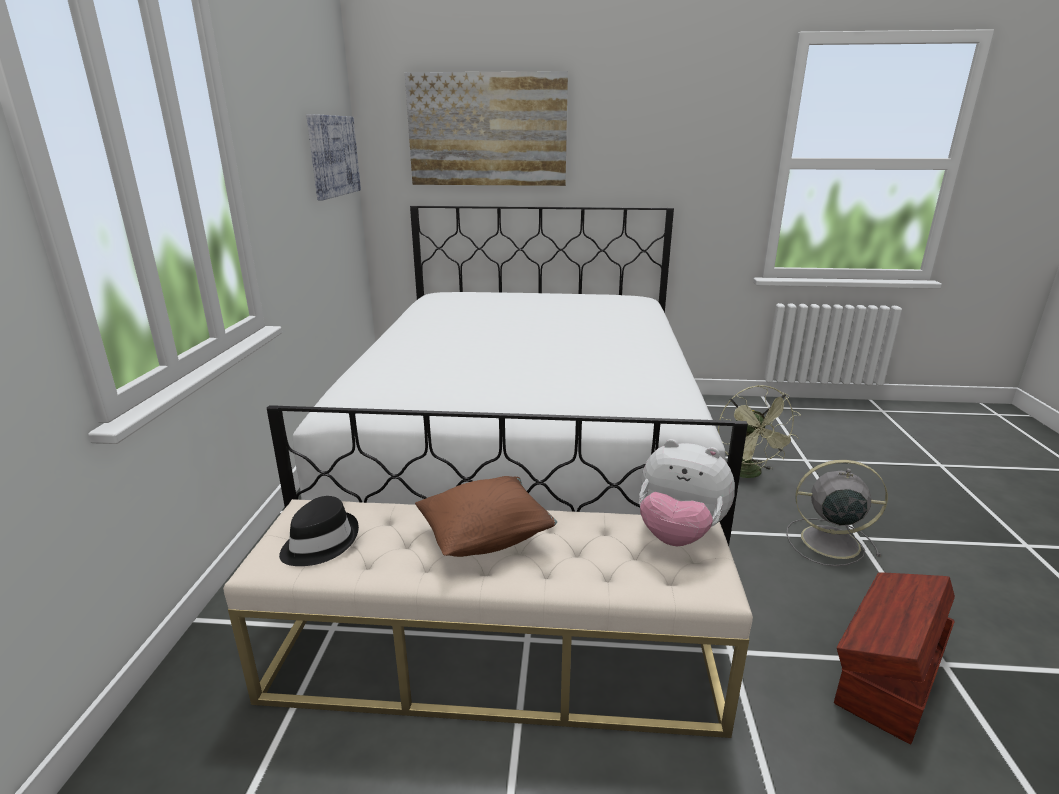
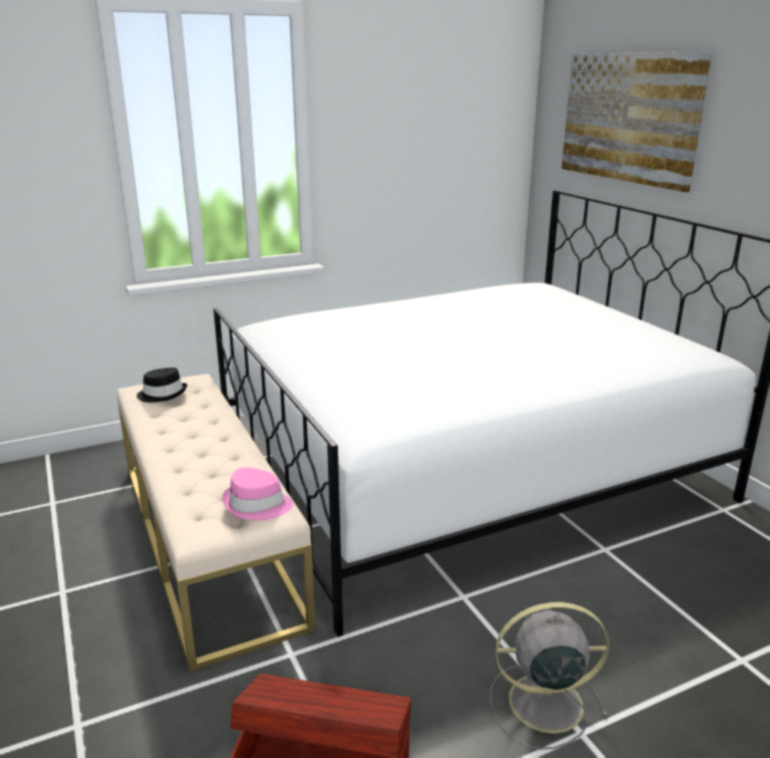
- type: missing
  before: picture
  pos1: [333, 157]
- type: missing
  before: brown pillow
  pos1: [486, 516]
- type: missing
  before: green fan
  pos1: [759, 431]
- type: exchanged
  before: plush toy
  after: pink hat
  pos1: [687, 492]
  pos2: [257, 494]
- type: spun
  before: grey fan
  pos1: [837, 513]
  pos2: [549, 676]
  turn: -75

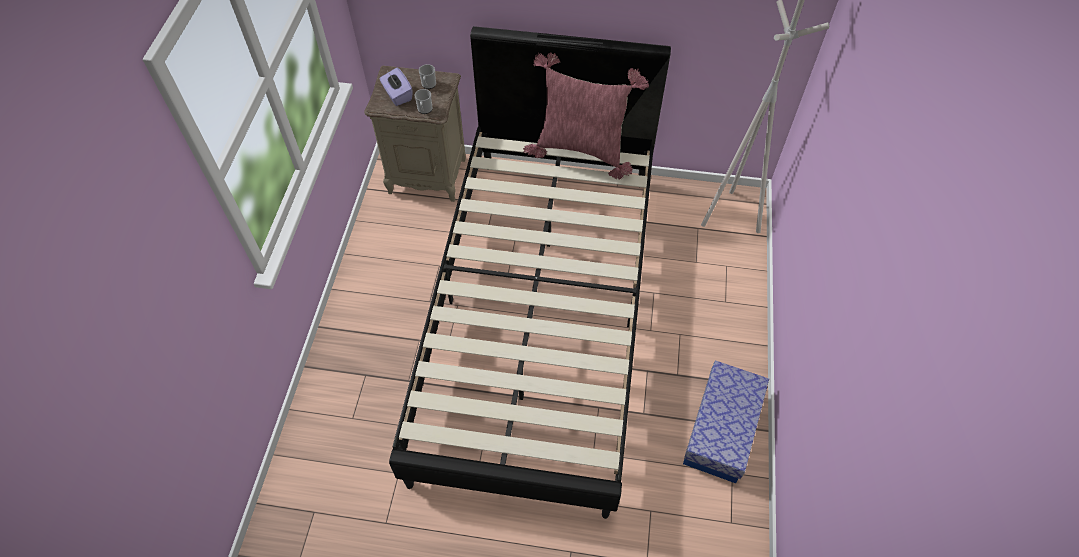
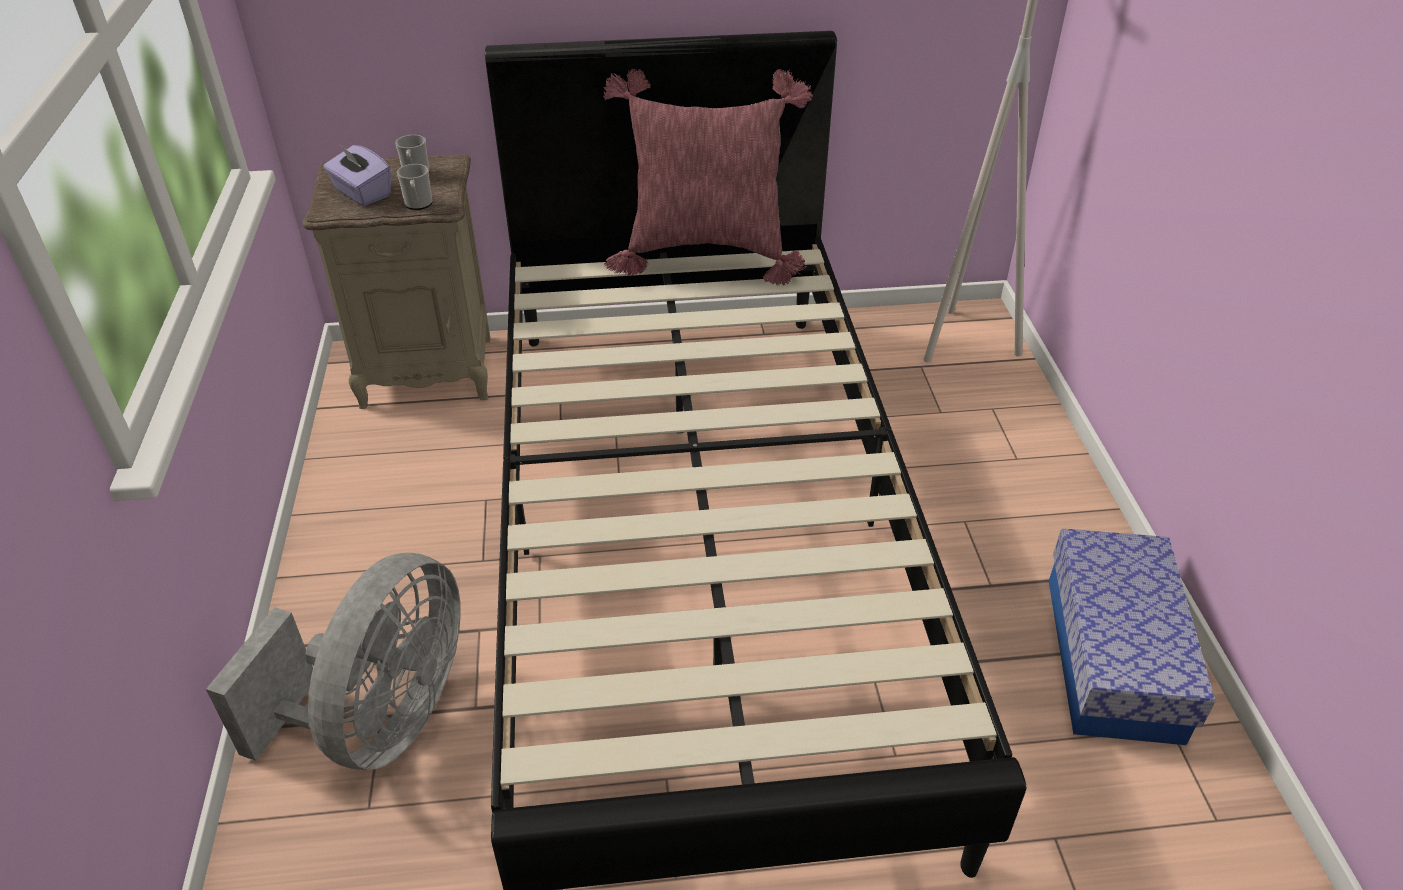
- type: appeared
  after: grey fan
  pos2: [333, 661]

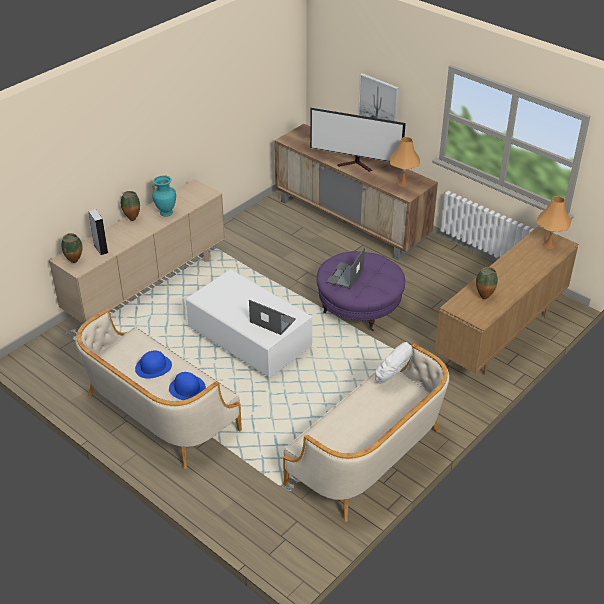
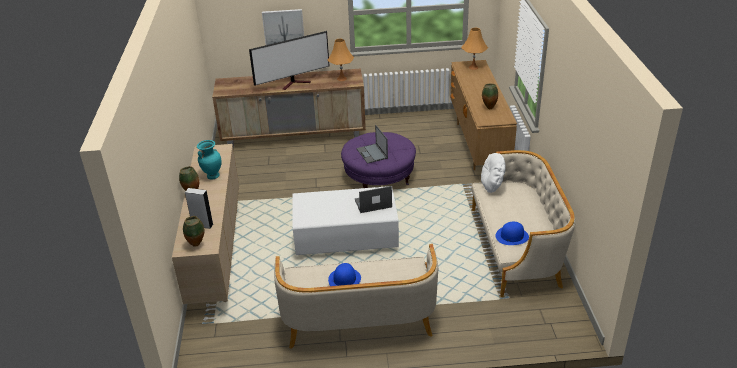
- type: relocated
  before: blue hat
  pos1: [187, 386]
  pos2: [512, 233]

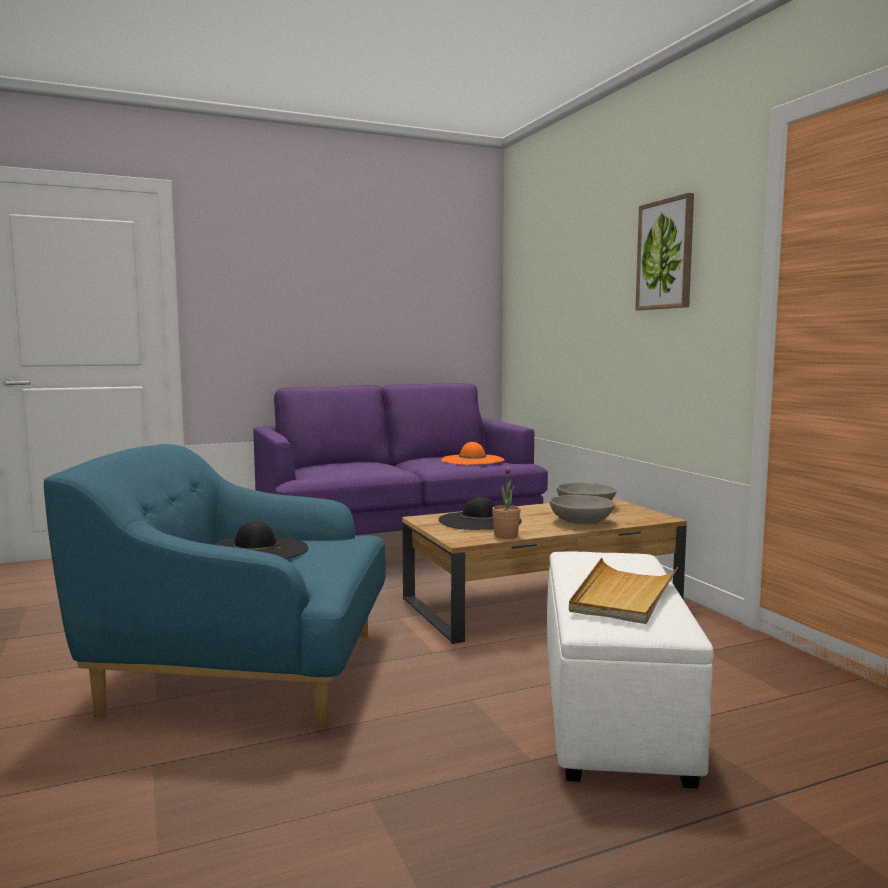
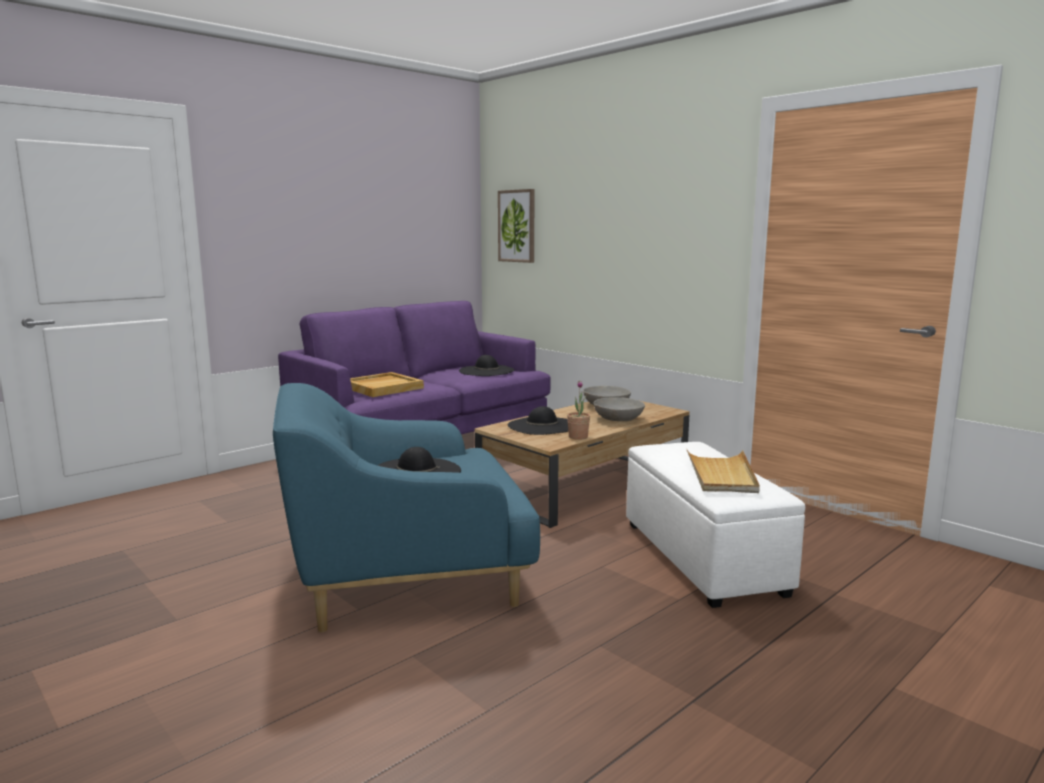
- type: appeared
  after: beige tray
  pos2: [387, 384]
- type: relocated
  before: picture
  pos1: [664, 251]
  pos2: [516, 226]
- type: colour
  before: orange hat
  after: black hat
  pos1: [473, 453]
  pos2: [487, 365]

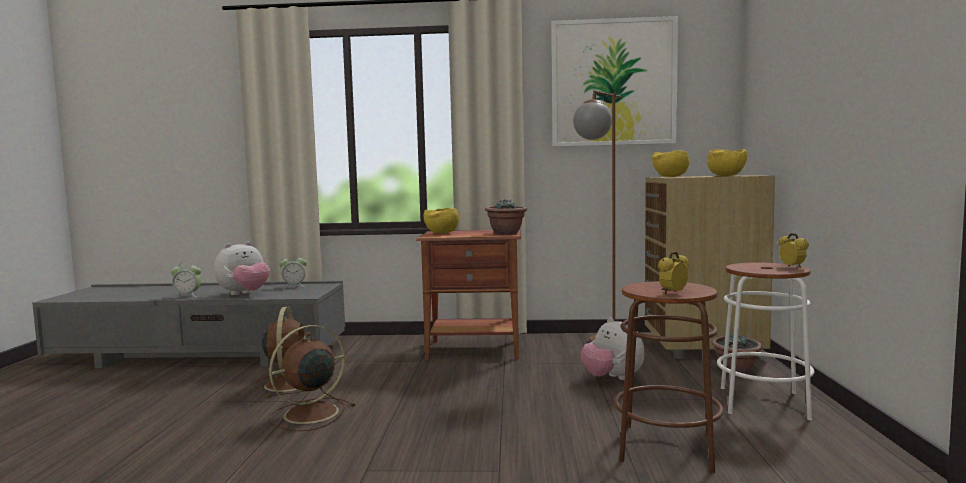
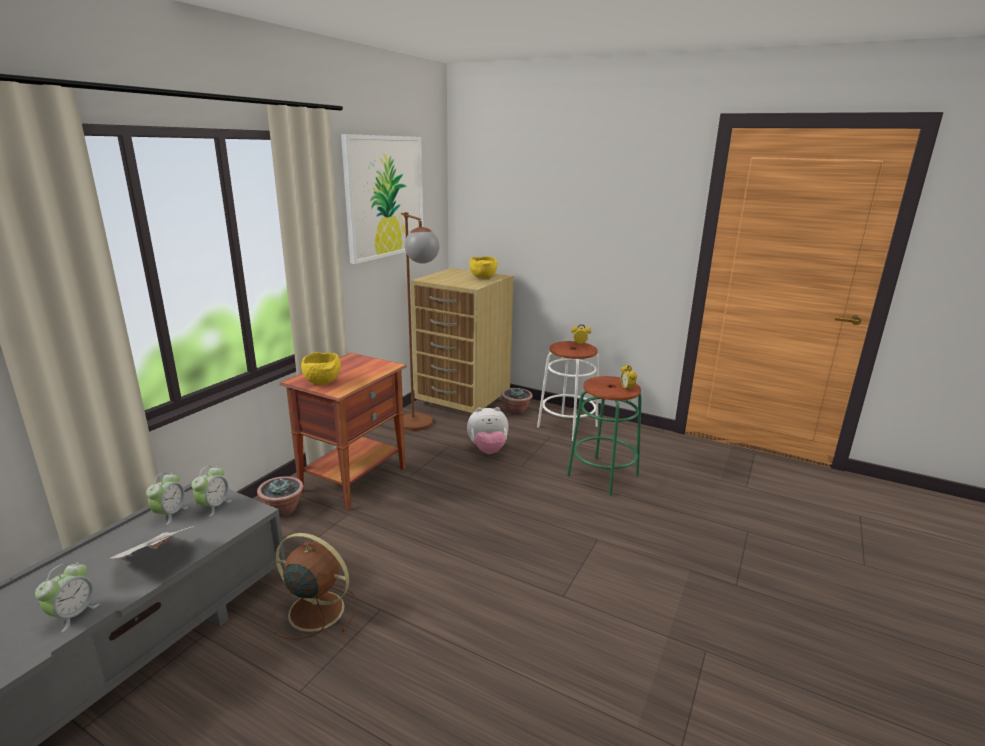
- type: missing
  before: brown fan
  pos1: [312, 378]
- type: missing
  before: yellow bowl
  pos1: [670, 163]
- type: appeared
  after: alarm clock
  pos2: [212, 491]
- type: relocated
  before: potted plant
  pos1: [506, 217]
  pos2: [280, 496]
- type: exchanged
  before: plush toy
  after: newspaper
  pos1: [242, 268]
  pos2: [152, 542]
- type: colour
  before: brown stool
  after: green stool
  pos1: [669, 377]
  pos2: [604, 436]

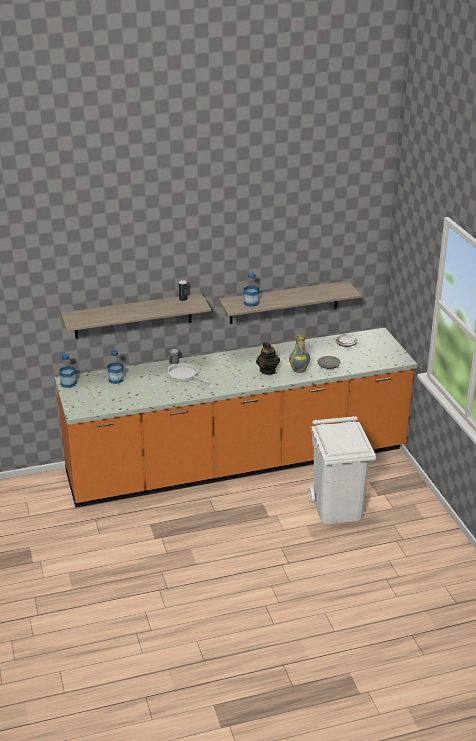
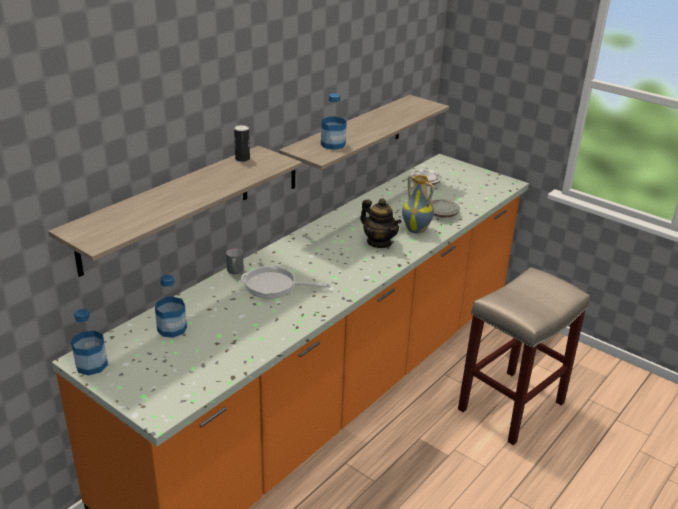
- type: exchanged
  before: white trash can
  after: beige stool
  pos1: [342, 470]
  pos2: [524, 356]

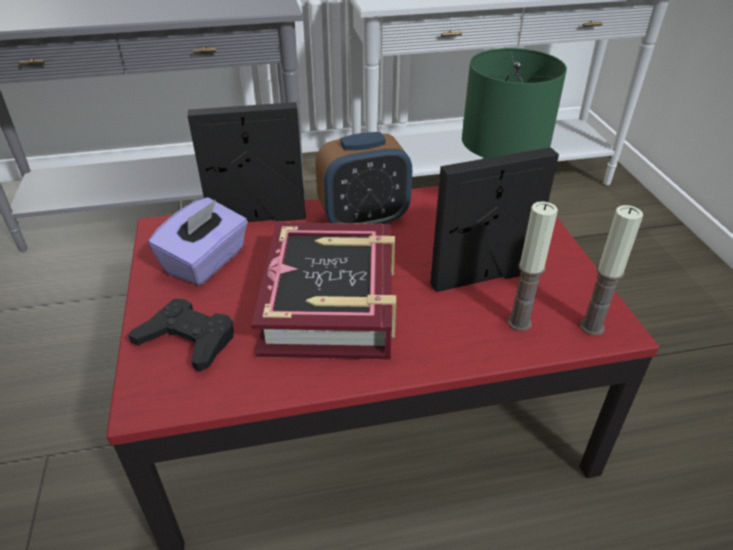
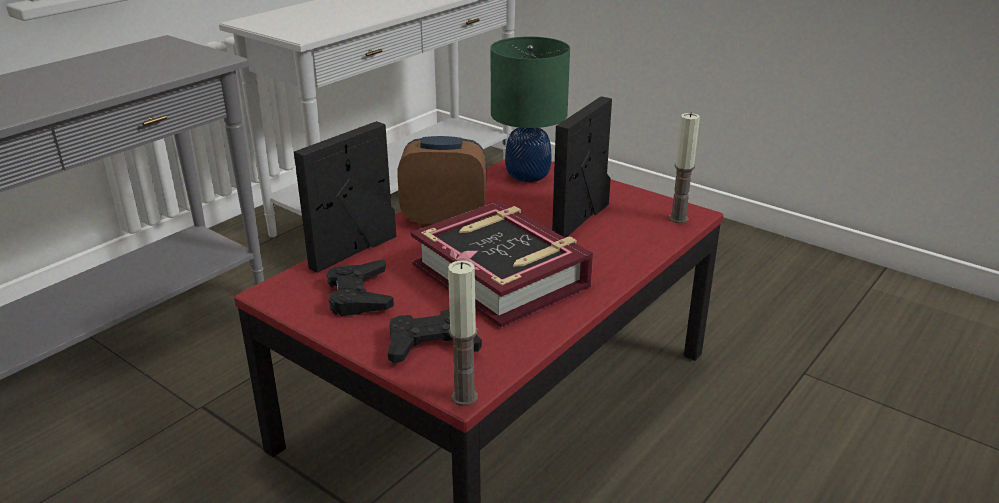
- type: relocated
  before: candle
  pos1: [532, 266]
  pos2: [463, 333]
- type: exchanged
  before: purple tissue box
  after: black game controller
  pos1: [198, 241]
  pos2: [360, 287]
- type: spun
  before: alarm clock
  pos1: [363, 178]
  pos2: [441, 181]
  turn: -120

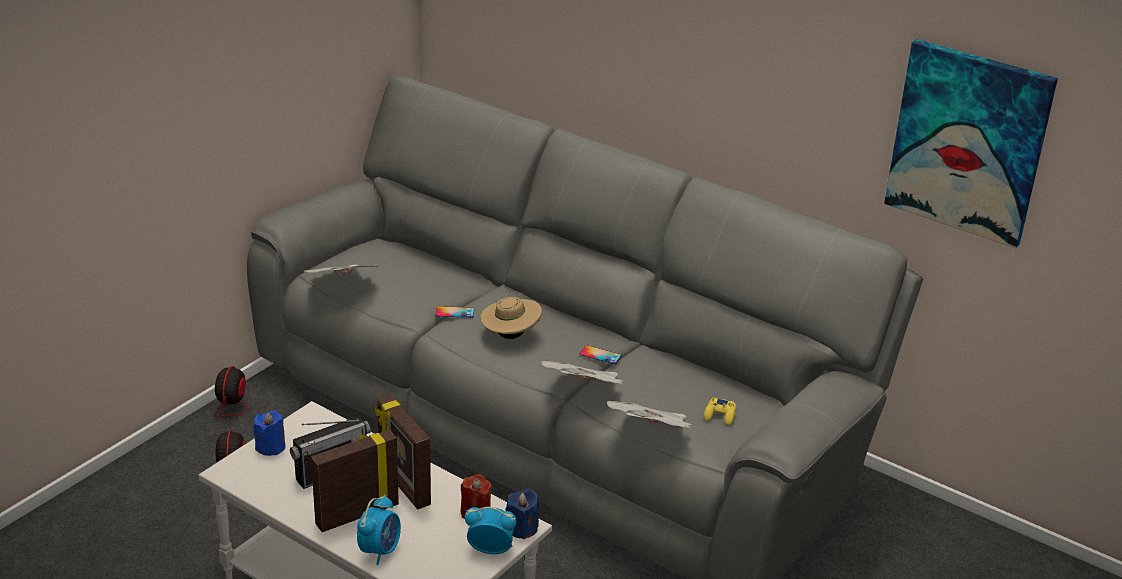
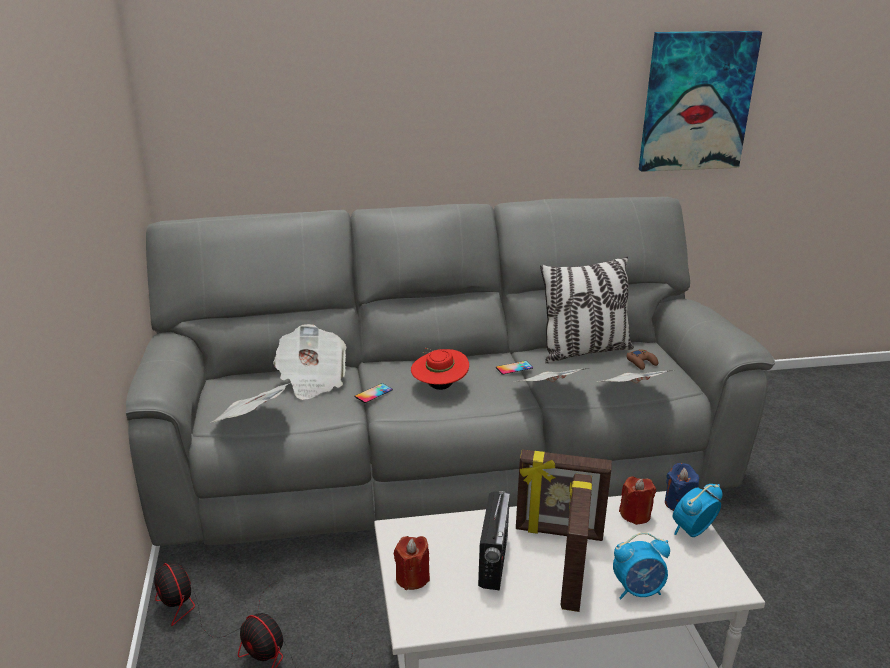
- type: appeared
  after: newspaper
  pos2: [310, 362]
- type: appeared
  after: pillow
  pos2: [587, 309]
- type: colour
  before: blue candle
  after: red candle
  pos1: [269, 433]
  pos2: [412, 563]
- type: colour
  before: beige hat
  after: red hat
  pos1: [511, 315]
  pos2: [440, 369]
- type: colour
  before: yellow game controller
  after: brown game controller
  pos1: [720, 411]
  pos2: [642, 359]
- type: spun
  before: alarm clock
  pos1: [379, 530]
  pos2: [641, 565]
  turn: 105

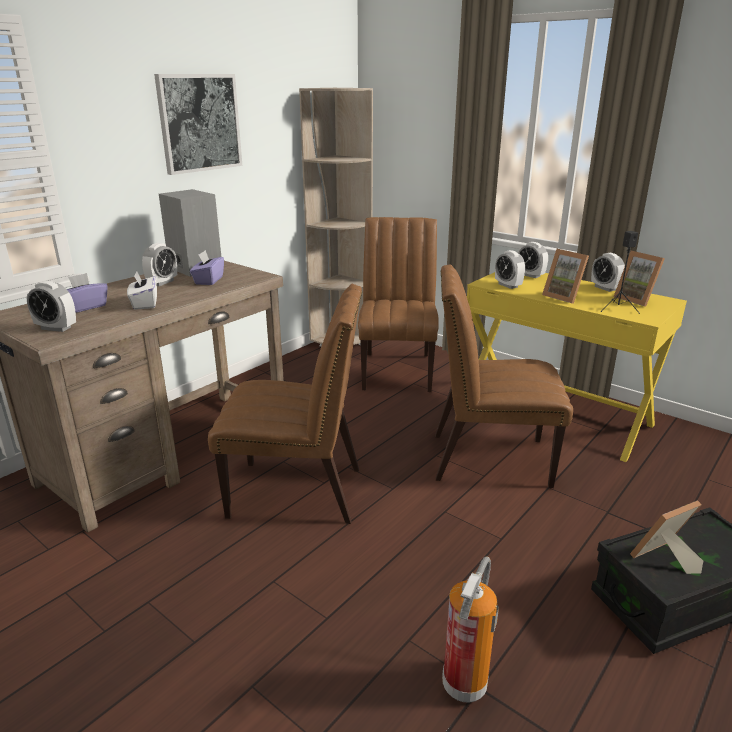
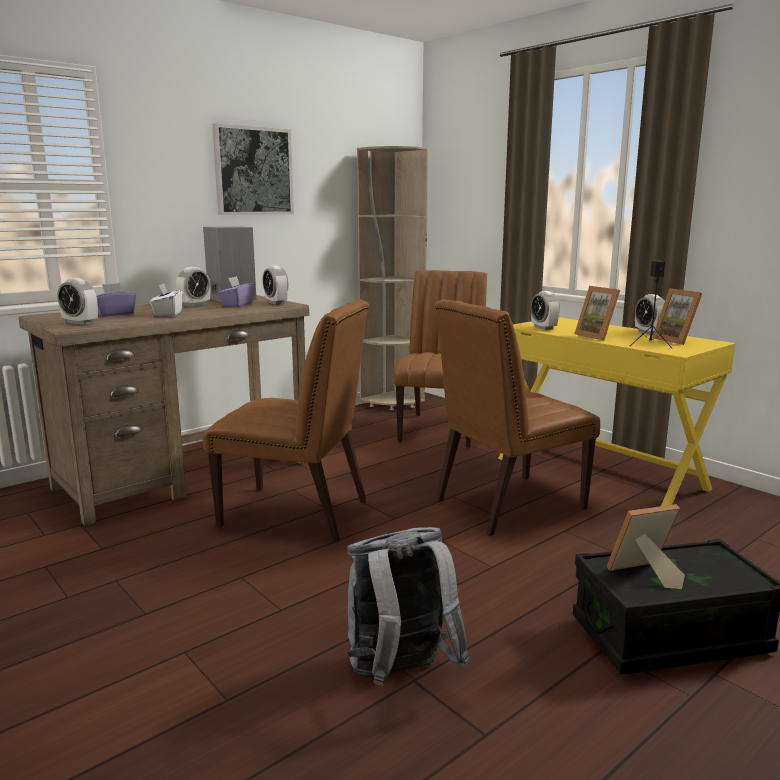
- type: relocated
  before: alarm clock
  pos1: [533, 260]
  pos2: [275, 285]
- type: exchanged
  before: fire extinguisher
  after: grey backpack
  pos1: [470, 629]
  pos2: [408, 606]
- type: spun
  before: brown chair
  pos1: [504, 376]
  pos2: [517, 417]
  turn: -45

